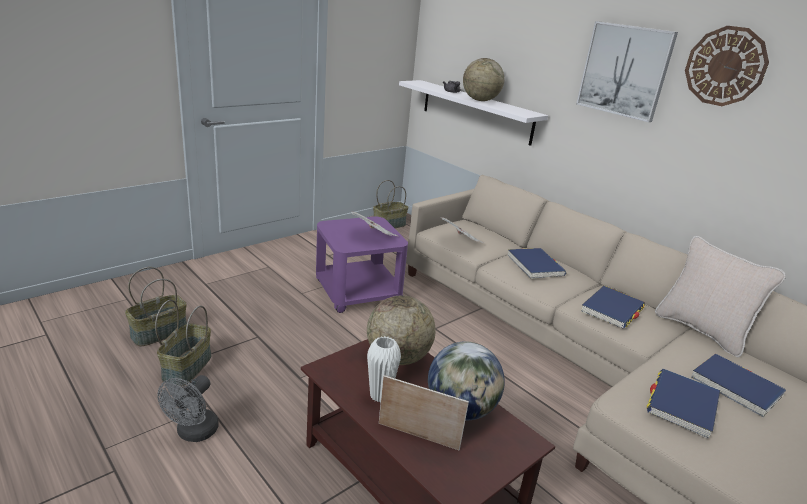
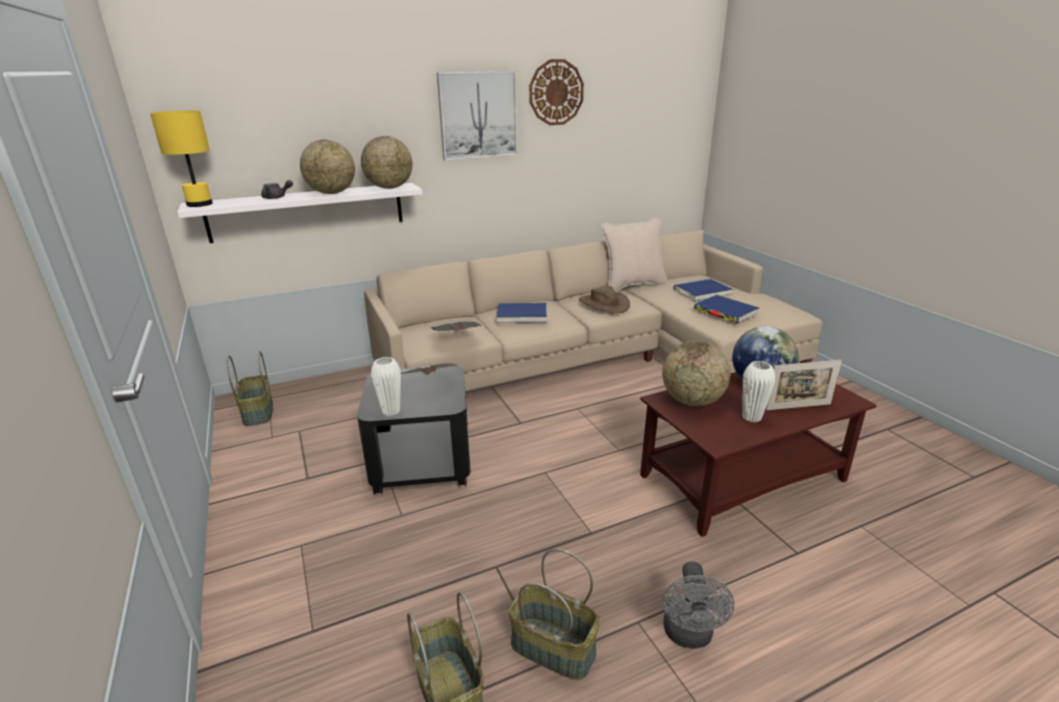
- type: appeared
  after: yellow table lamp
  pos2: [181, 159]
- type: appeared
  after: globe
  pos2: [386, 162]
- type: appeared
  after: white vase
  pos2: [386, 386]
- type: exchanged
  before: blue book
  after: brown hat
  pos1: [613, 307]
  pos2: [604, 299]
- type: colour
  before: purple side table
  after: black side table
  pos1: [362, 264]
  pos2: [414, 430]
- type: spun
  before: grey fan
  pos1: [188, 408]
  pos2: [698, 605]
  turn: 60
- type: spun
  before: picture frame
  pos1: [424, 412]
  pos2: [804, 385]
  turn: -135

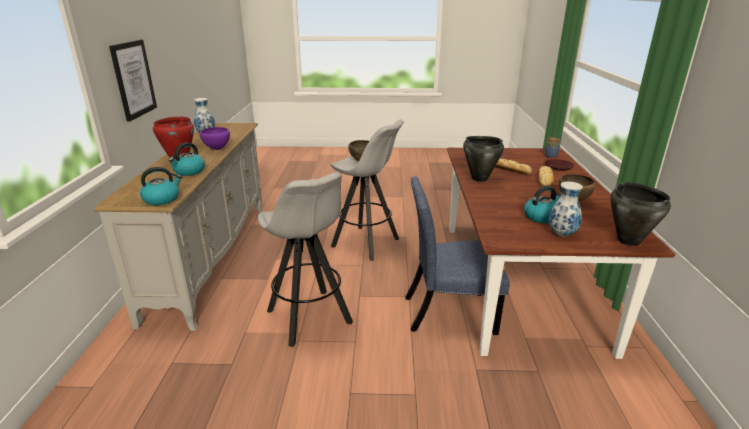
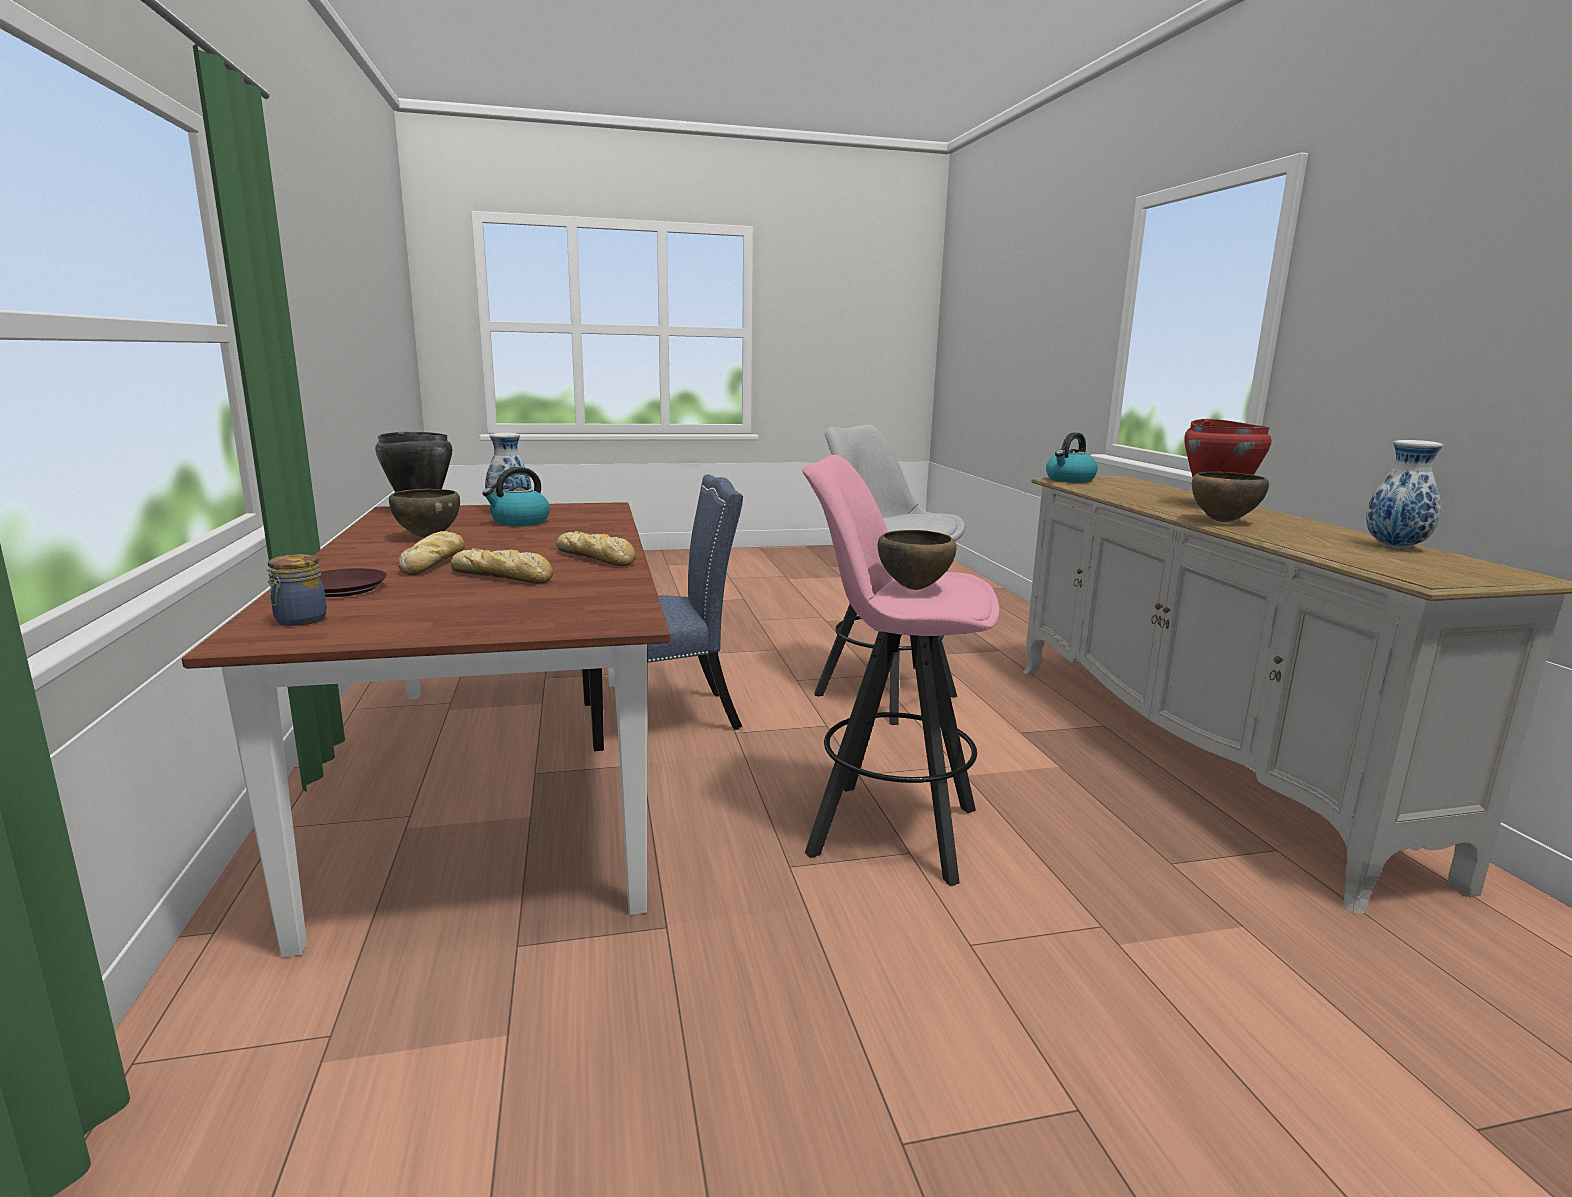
- type: missing
  before: picture
  pos1: [133, 81]
- type: missing
  before: kettle
  pos1: [187, 159]
- type: exchanged
  before: black cooking pot
  after: bread
  pos1: [483, 159]
  pos2: [596, 548]
- type: colour
  before: purple bowl
  after: brown bowl
  pos1: [215, 138]
  pos2: [1230, 497]
- type: colour
  before: grey stool
  after: pink stool
  pos1: [367, 190]
  pos2: [900, 670]

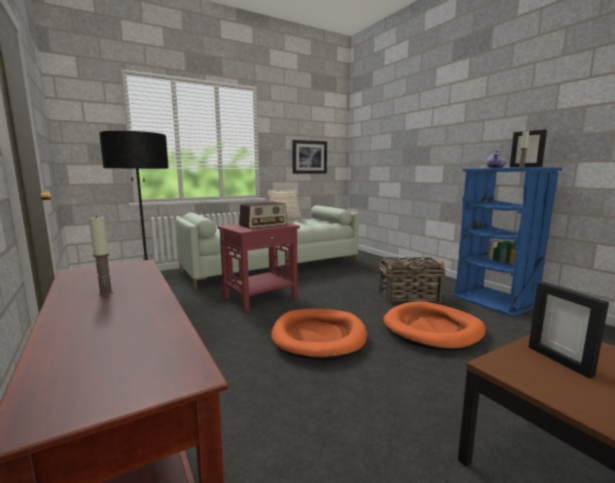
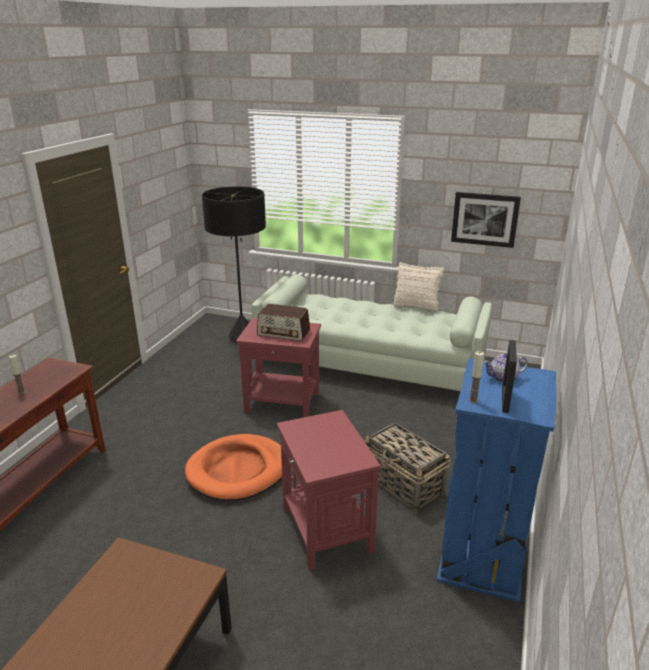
- type: missing
  before: picture frame
  pos1: [569, 330]
- type: exchanged
  before: orange dog bed
  after: red side table
  pos1: [434, 325]
  pos2: [329, 490]

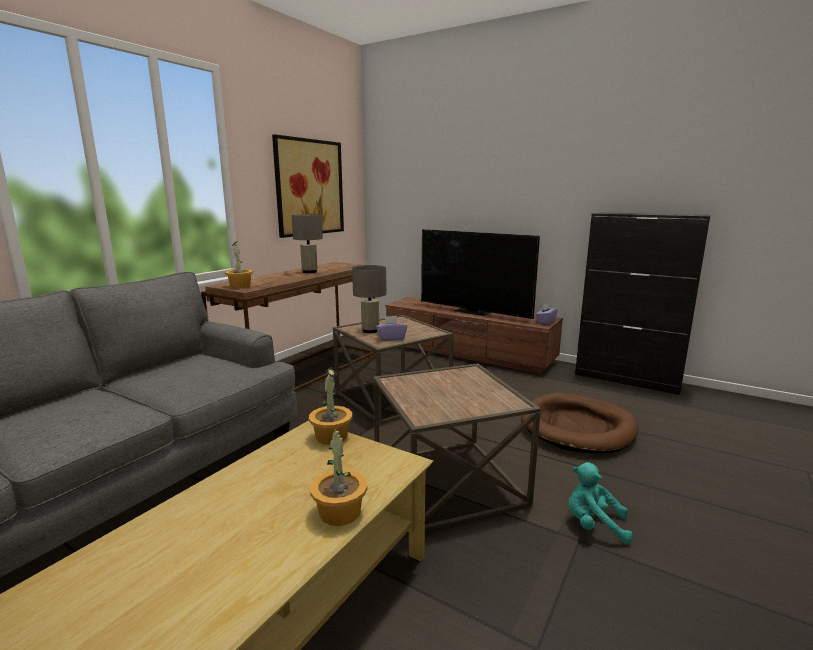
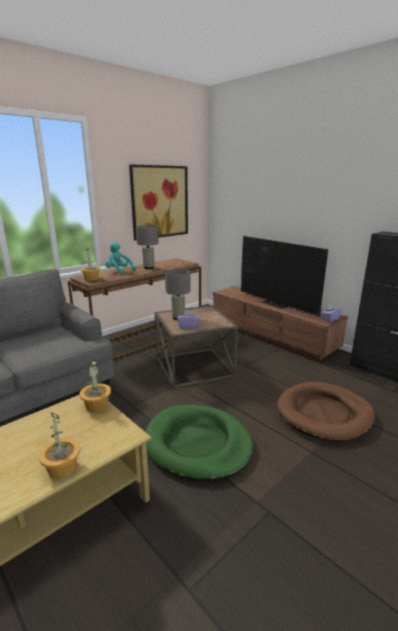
- type: relocated
  before: turquoise plush toy
  pos1: [601, 503]
  pos2: [120, 258]
- type: exchanged
  before: brown side table
  after: green dog bed
  pos1: [457, 447]
  pos2: [199, 443]

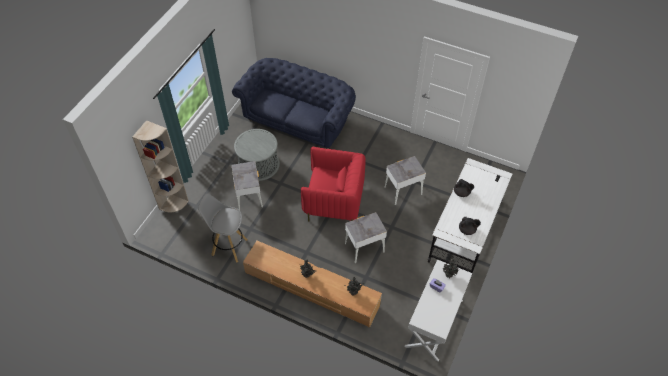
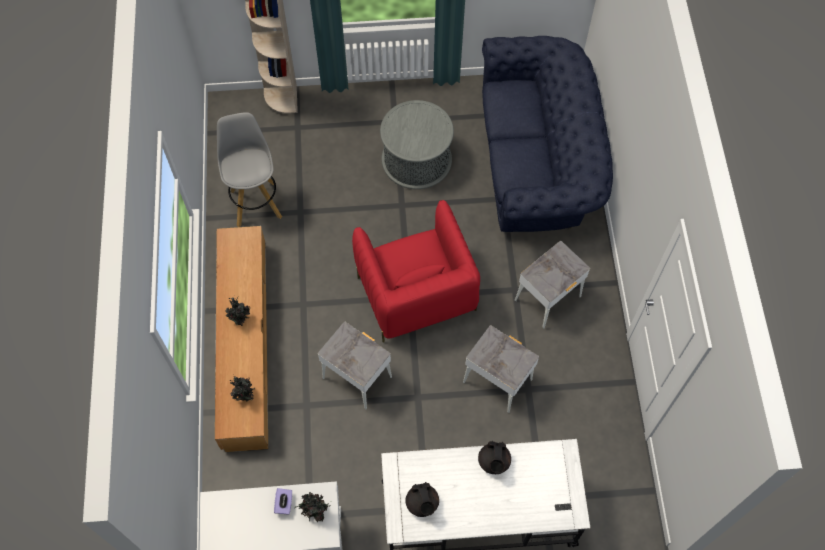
- type: relocated
  before: side table
  pos1: [247, 185]
  pos2: [552, 285]

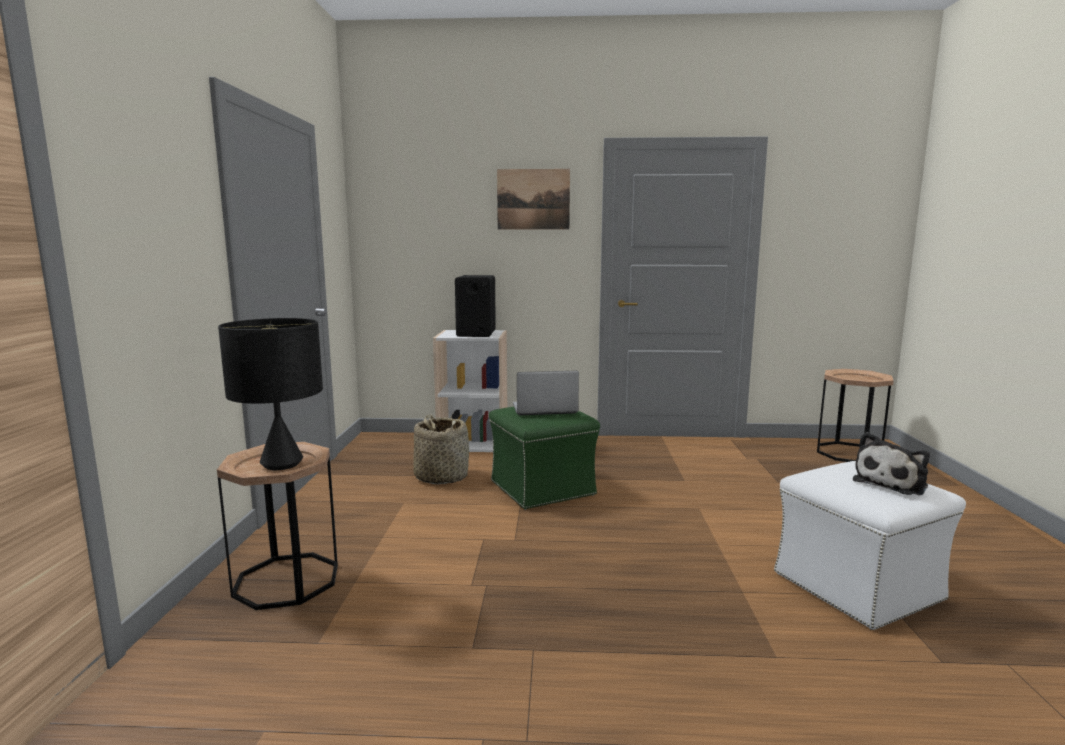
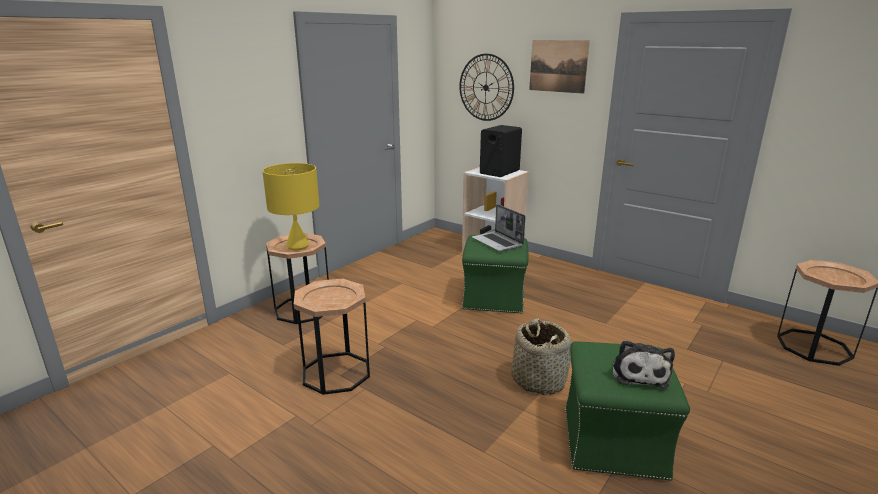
- type: appeared
  after: brown side table
  pos2: [332, 337]
- type: appeared
  after: wall clock
  pos2: [486, 87]
- type: relocated
  before: basket
  pos1: [441, 449]
  pos2: [541, 356]
- type: colour
  before: black table lamp
  after: yellow table lamp
  pos1: [270, 394]
  pos2: [290, 207]
- type: colour
  before: white ottoman
  after: green ottoman
  pos1: [870, 545]
  pos2: [627, 411]
- type: spun
  before: laptop
  pos1: [546, 393]
  pos2: [498, 228]
  turn: -150
- type: spun
  before: plush toy
  pos1: [891, 463]
  pos2: [644, 364]
  turn: -75

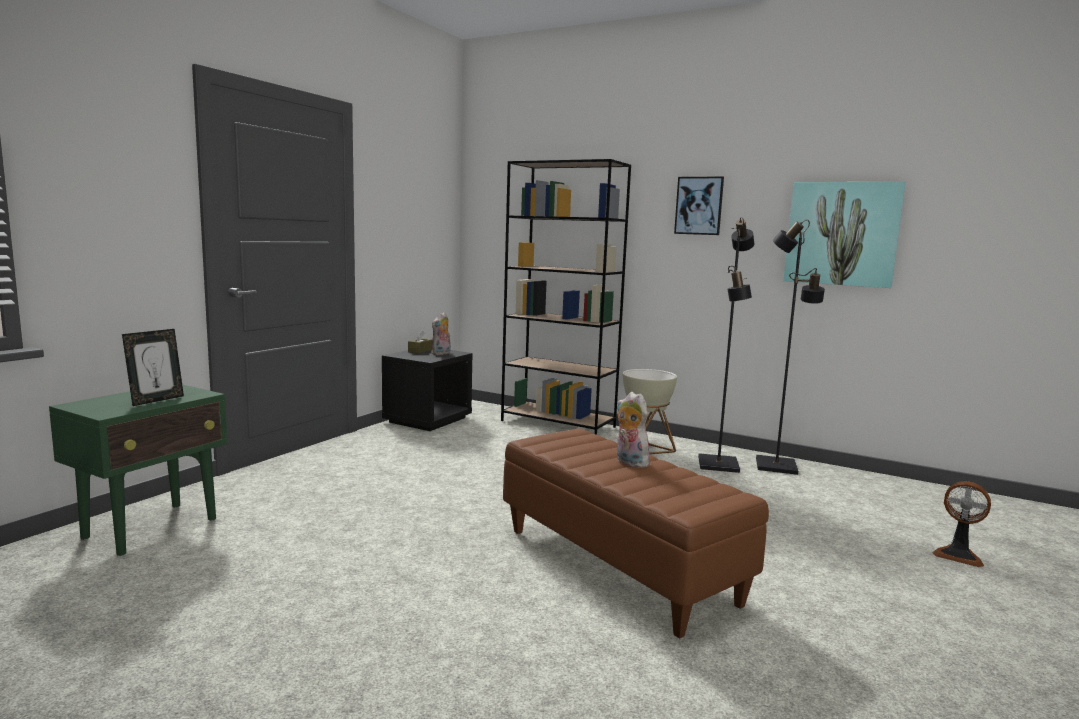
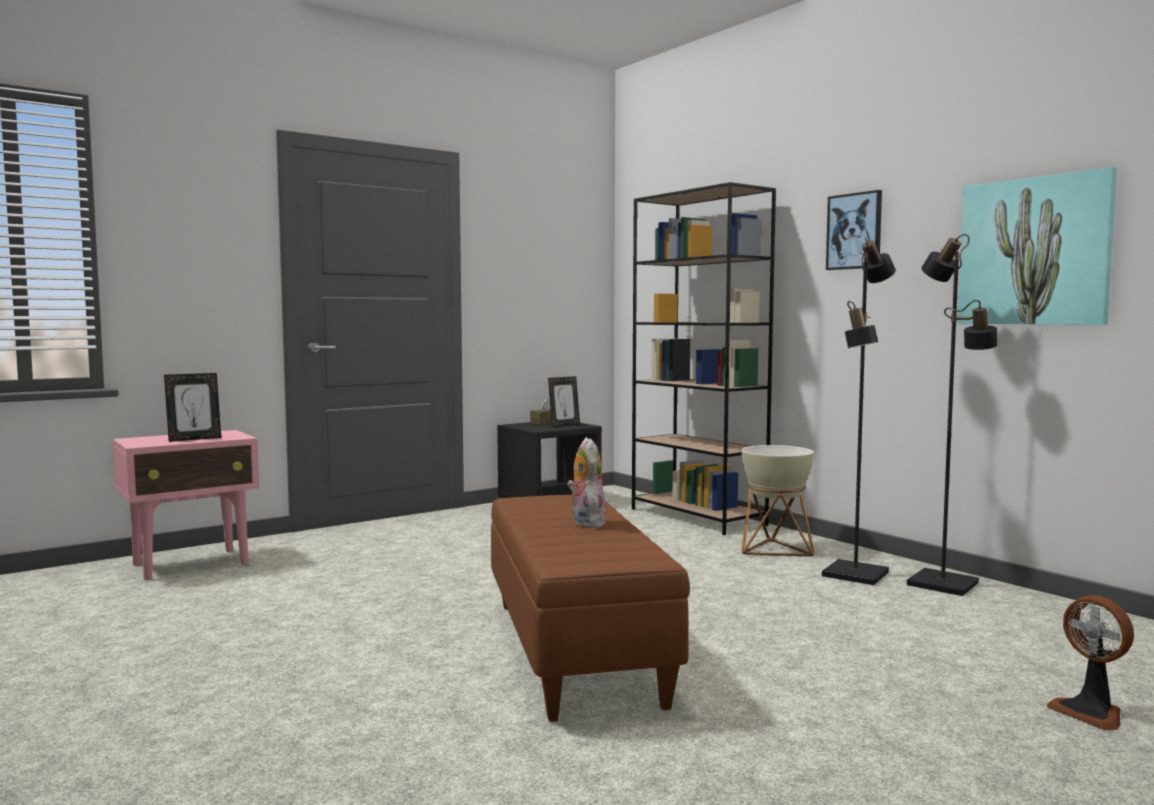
- type: exchanged
  before: plush toy
  after: picture frame
  pos1: [441, 333]
  pos2: [564, 401]
- type: colour
  before: green side table
  after: pink side table
  pos1: [138, 470]
  pos2: [186, 505]

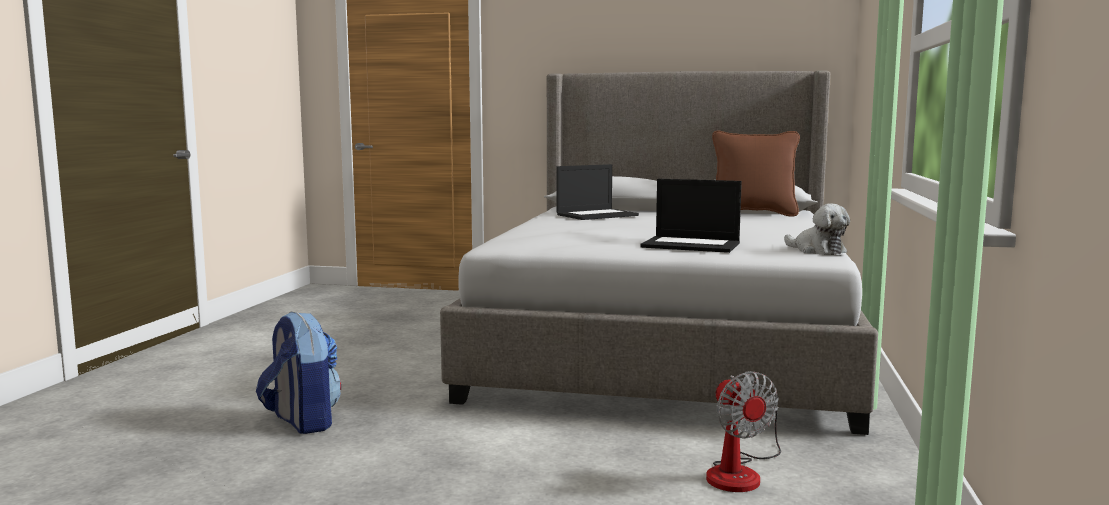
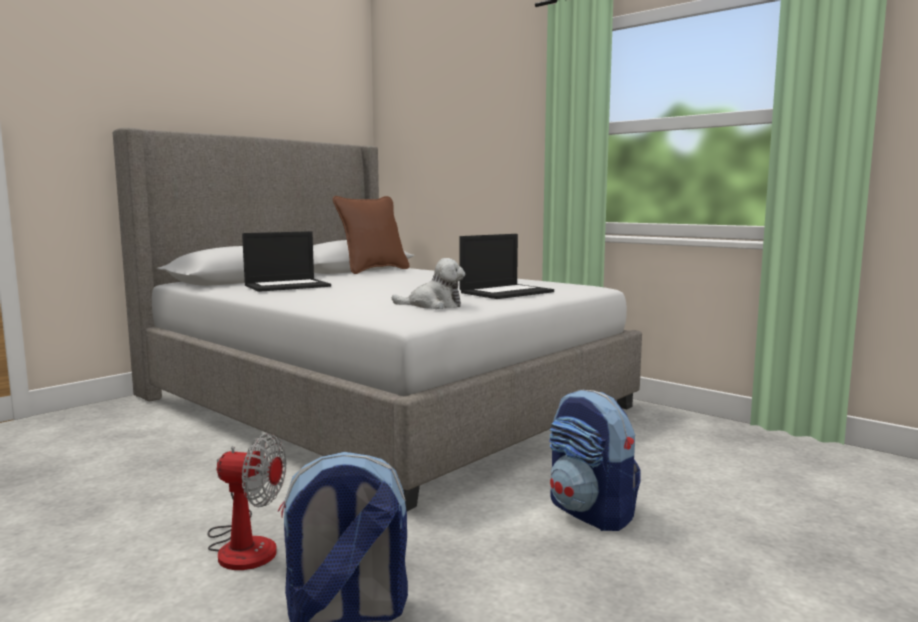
- type: appeared
  after: backpack
  pos2: [595, 460]
- type: relocated
  before: fan
  pos1: [743, 431]
  pos2: [246, 501]
- type: relocated
  before: plush toy
  pos1: [817, 229]
  pos2: [428, 283]
- type: spun
  before: laptop
  pos1: [597, 192]
  pos2: [286, 261]
  turn: 60

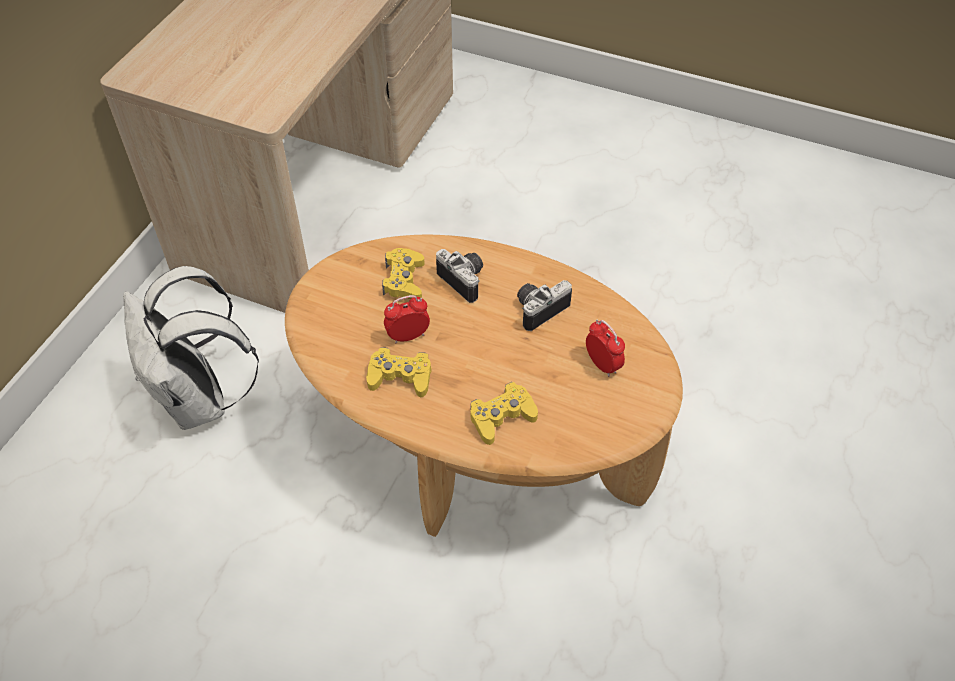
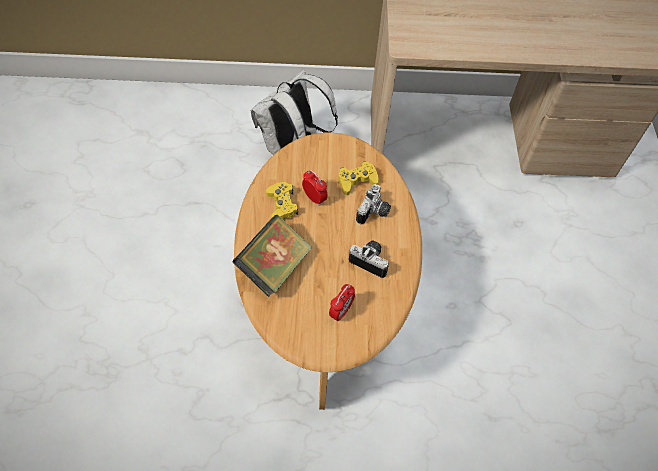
- type: exchanged
  before: yellow game controller
  after: book
  pos1: [504, 413]
  pos2: [272, 255]

